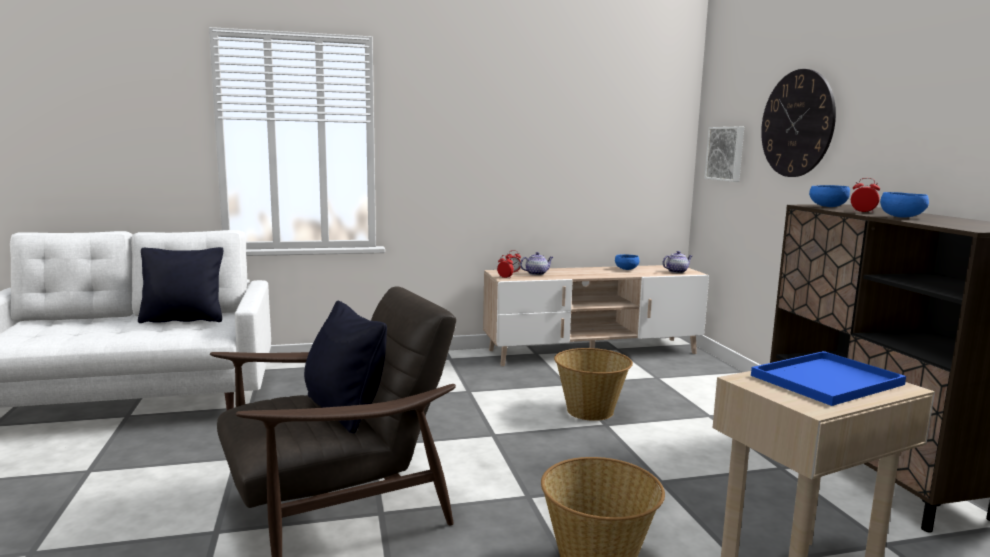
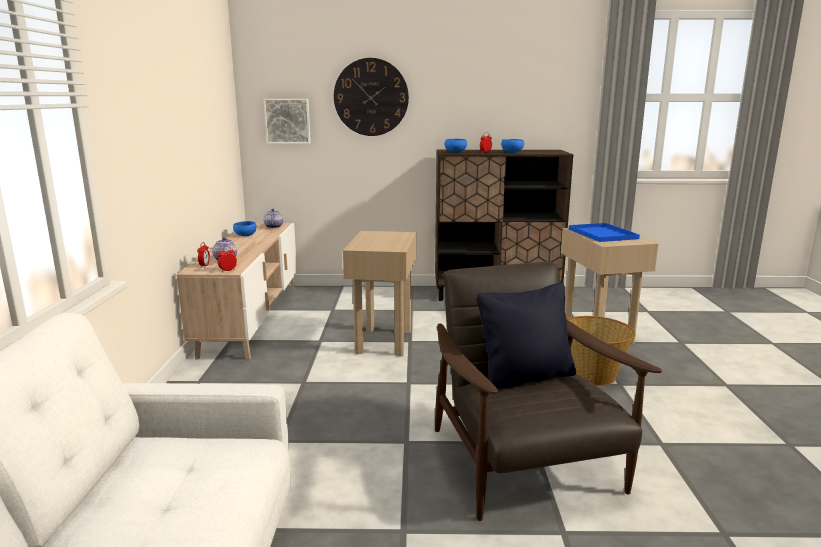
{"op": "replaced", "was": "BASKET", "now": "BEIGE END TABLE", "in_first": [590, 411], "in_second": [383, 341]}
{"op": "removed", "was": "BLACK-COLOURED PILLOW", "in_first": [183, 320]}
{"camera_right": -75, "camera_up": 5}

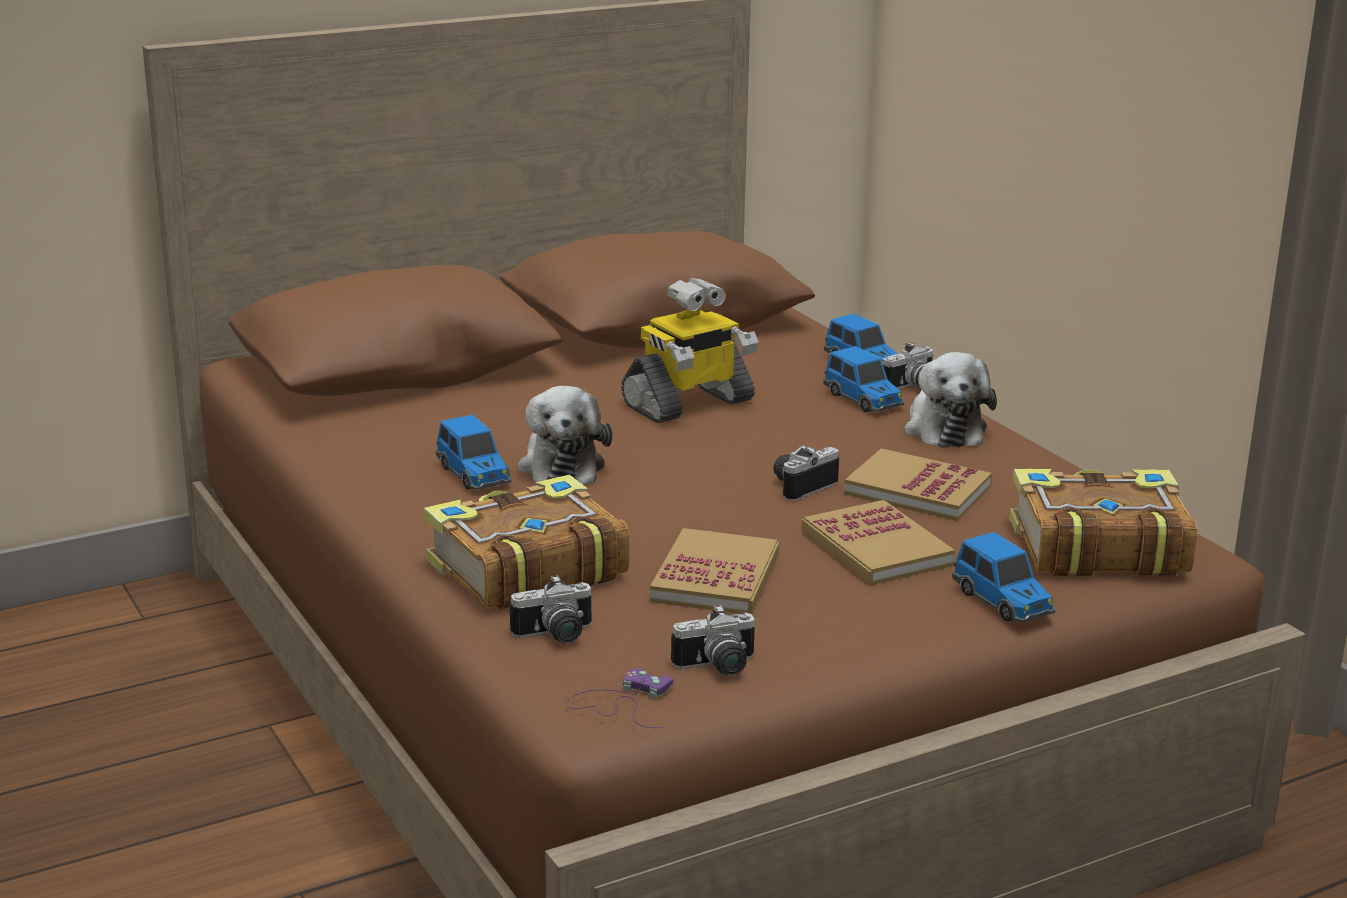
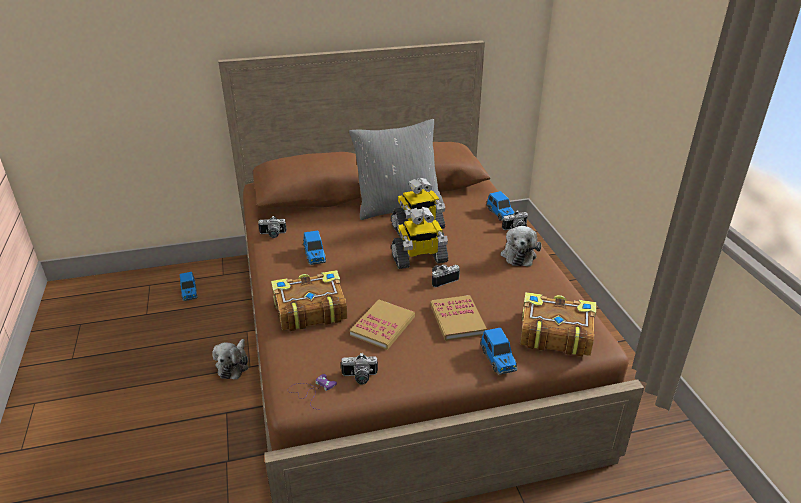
{"op": "moved", "was": "MINIATURE CAR", "in_first": [864, 400], "in_second": [189, 292]}
{"op": "moved", "was": "PLUSH TOY", "in_first": [561, 465], "in_second": [233, 365]}
{"op": "moved", "was": "STILL CAMERA", "in_first": [556, 636], "in_second": [272, 235]}
{"op": "added", "now": "GRAY PILLOW", "in_second": [398, 206]}
{"op": "added", "now": "ROBOT FIGURE", "in_second": [419, 259]}
{"op": "removed", "was": "VOLUME", "in_first": [917, 490]}
{"camera_right": 15, "camera_up": 10}

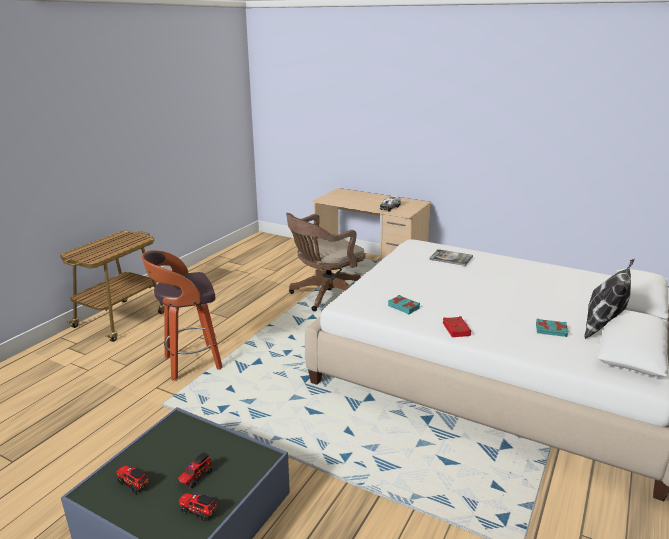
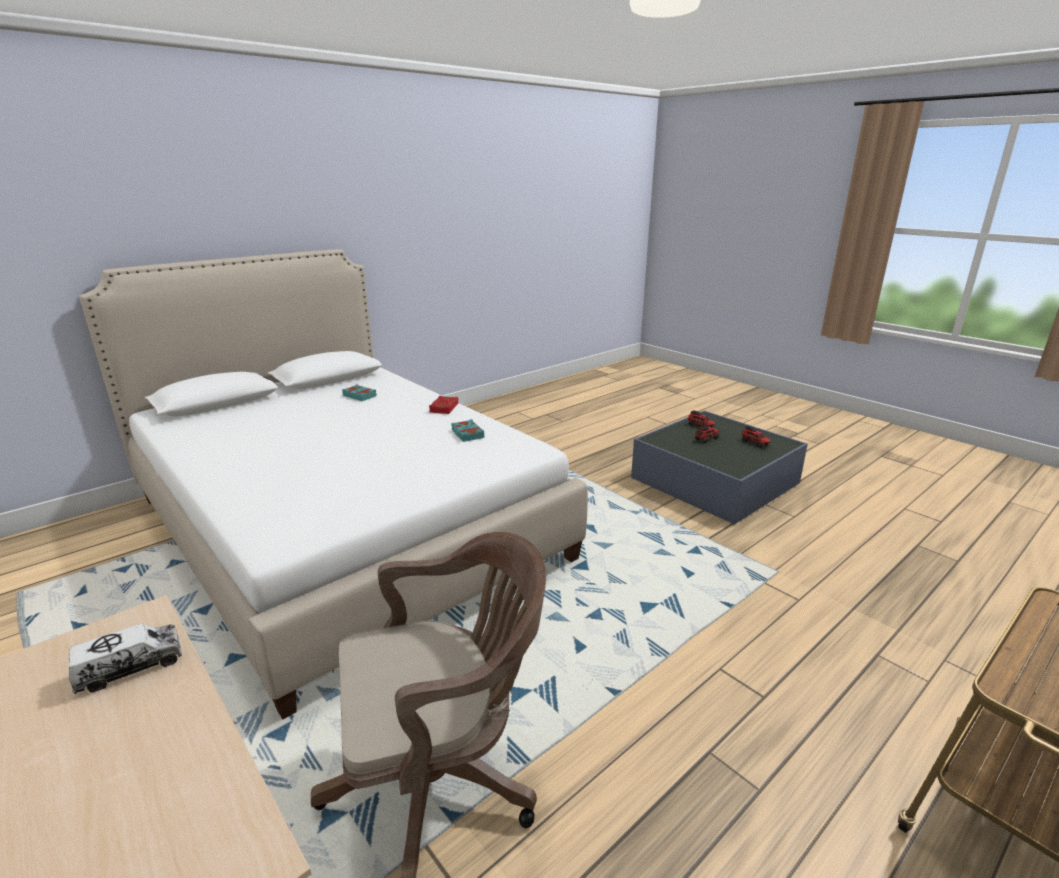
{"op": "removed", "was": "SITTING STOOL", "in_first": [191, 363]}
{"op": "removed", "was": "VOLUME", "in_first": [451, 258]}
{"op": "removed", "was": "PILLOW", "in_first": [603, 327]}
{"camera_right": -160, "camera_up": 0}

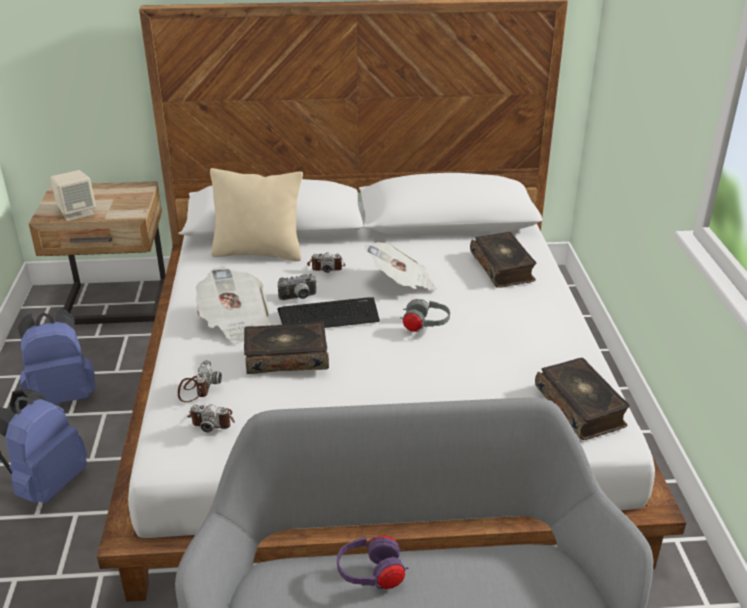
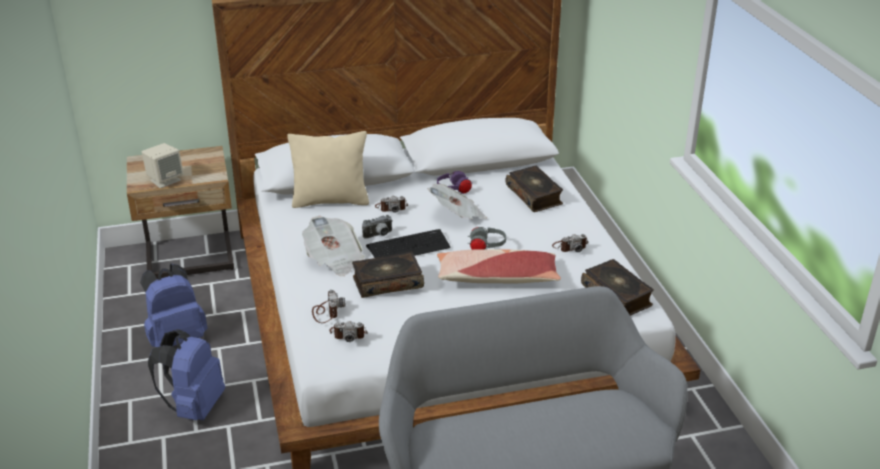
{"op": "moved", "was": "PURPLE-COLOURED HEADPHONES", "in_first": [371, 575], "in_second": [454, 190]}
{"op": "added", "now": "PILLOW", "in_second": [496, 278]}
{"op": "added", "now": "STILL CAMERA", "in_second": [570, 246]}
{"camera_right": -10, "camera_up": 0}

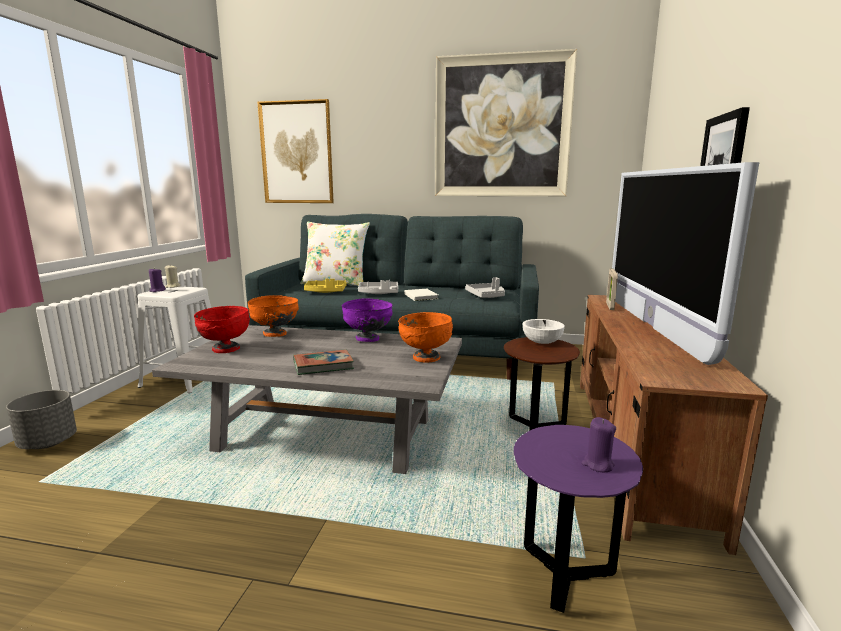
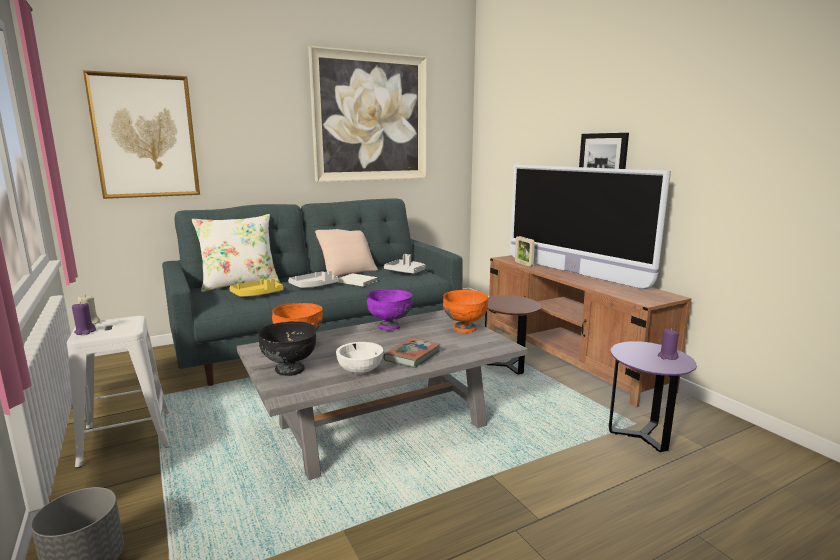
{"op": "recoloured", "was": "RED-COLOURED SERVING BOWL", "now": "BLACK-COLOURED SERVING BOWL", "in_first": [225, 349], "in_second": [289, 370]}
{"op": "added", "now": "BEIGE PILLOW", "in_second": [347, 271]}
{"op": "moved", "was": "WHITE-COLOURED SERVING BOWL", "in_first": [542, 342], "in_second": [360, 370]}
{"camera_right": -40, "camera_up": 0}

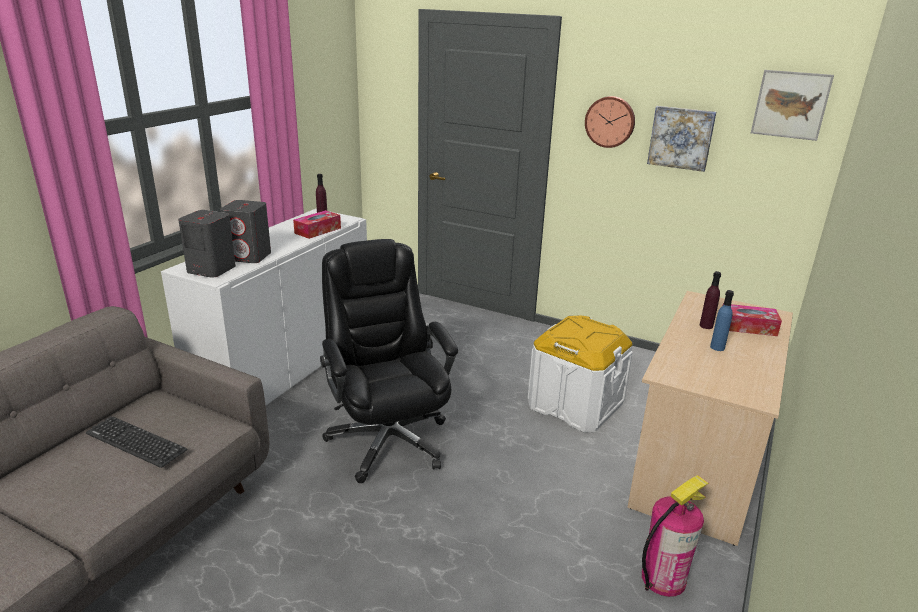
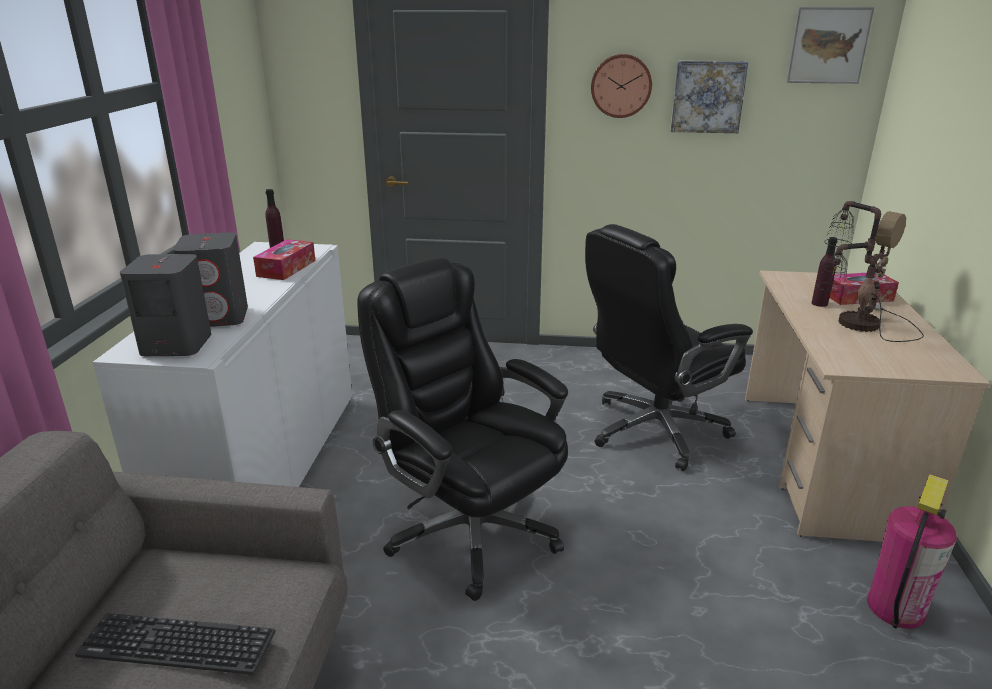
{"op": "replaced", "was": "WHITE-COLOURED STORAGE CONTAINER", "now": "BLACK-COLOURED COMPUTER CHAIR", "in_first": [575, 405], "in_second": [654, 430]}
{"op": "replaced", "was": "BLUE DRINK BOTTLE", "now": "TABLETOP LAMP", "in_first": [717, 347], "in_second": [855, 324]}
{"camera_right": -20, "camera_up": 0}

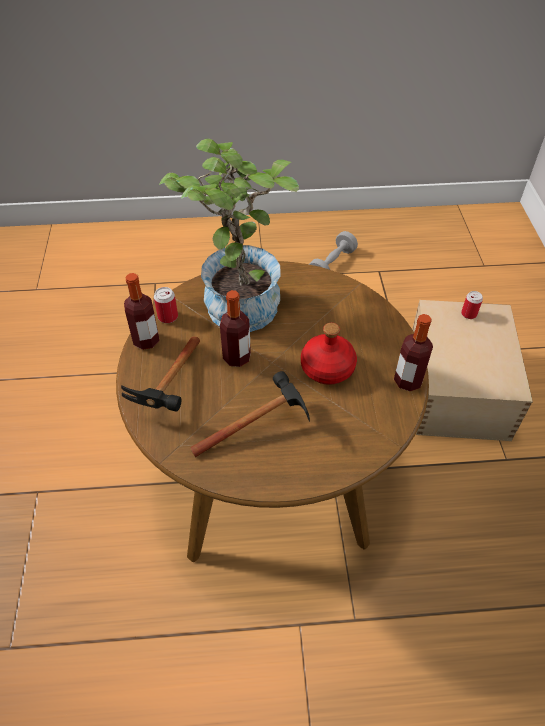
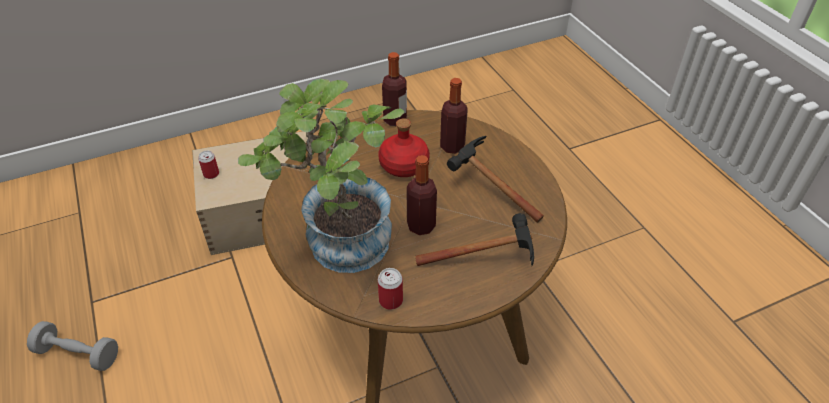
{"op": "moved", "was": "DRINK BOTTLE", "in_first": [146, 340], "in_second": [452, 146]}
{"camera_right": -110, "camera_up": -5}

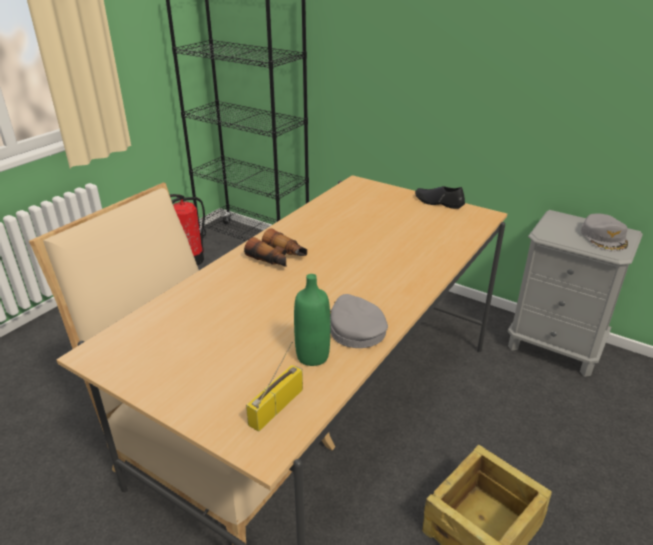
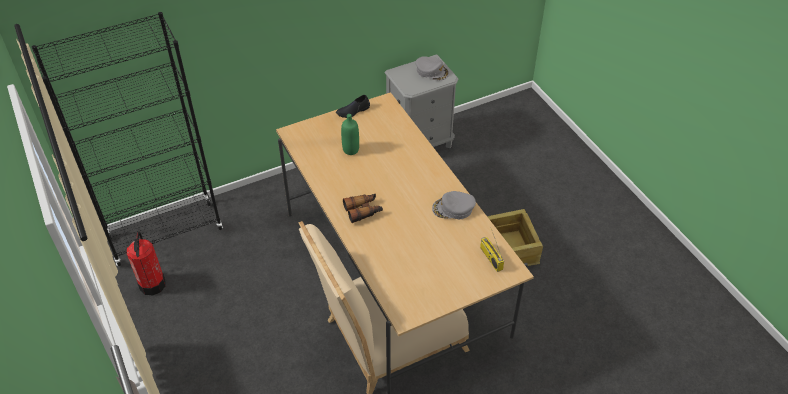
{"op": "moved", "was": "GREENISH DRINK BOTTLE", "in_first": [312, 356], "in_second": [351, 150]}
{"camera_right": -60, "camera_up": 15}

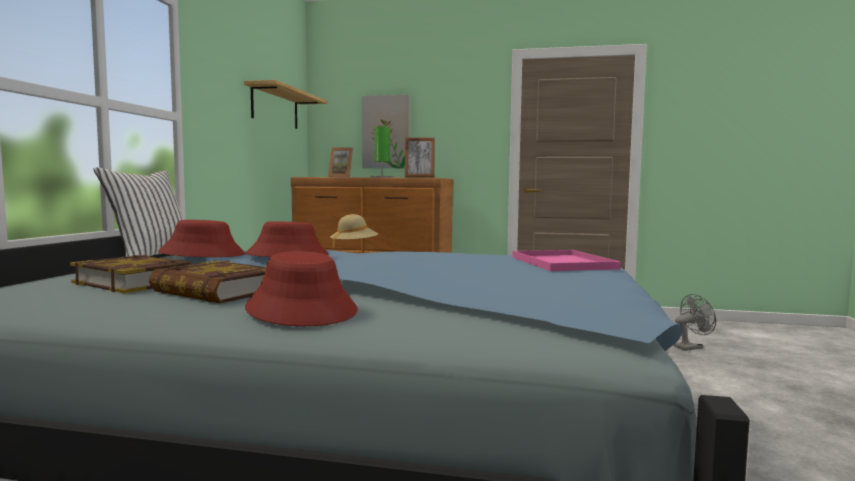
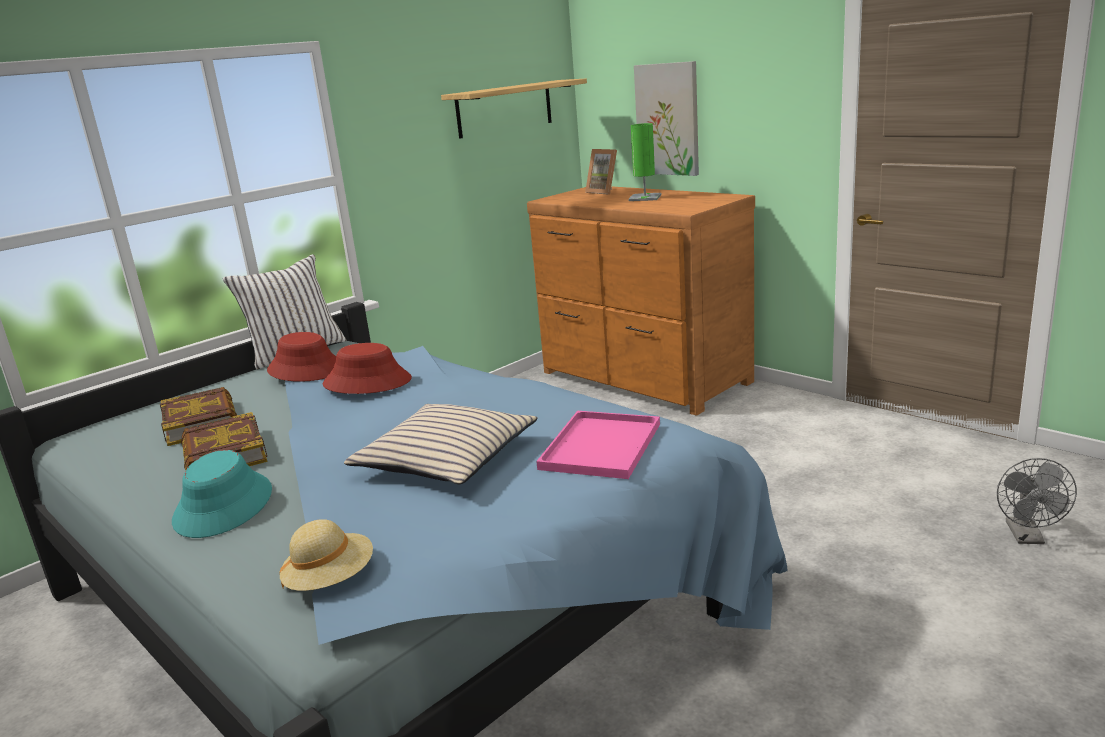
{"op": "recoloured", "was": "RED-COLOURED WEARABLE HAT", "now": "TURQUOISE WEARABLE HAT", "in_first": [302, 310], "in_second": [224, 506]}
{"op": "moved", "was": "BEIGE WEARABLE HAT", "in_first": [354, 247], "in_second": [331, 580]}
{"op": "added", "now": "BEIGE PILLOW", "in_second": [445, 459]}
{"op": "turned", "was": "GRAY COOLING FAN", "in_first": [691, 347], "in_second": [1027, 537], "clockwise": 90}
{"op": "removed", "was": "PHOTO FRAME", "in_first": [419, 177]}
{"camera_right": 35, "camera_up": 15}

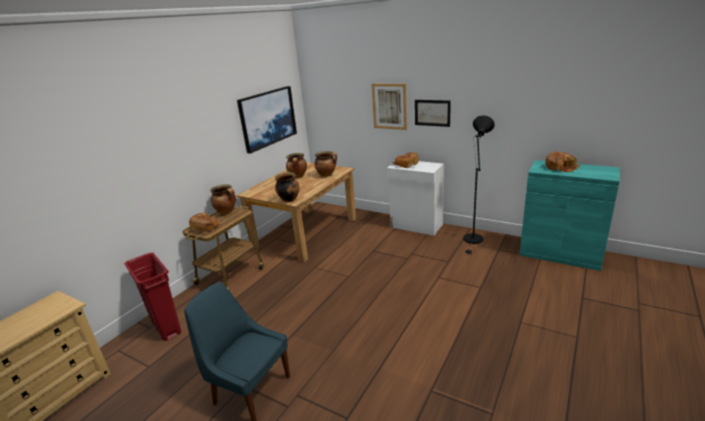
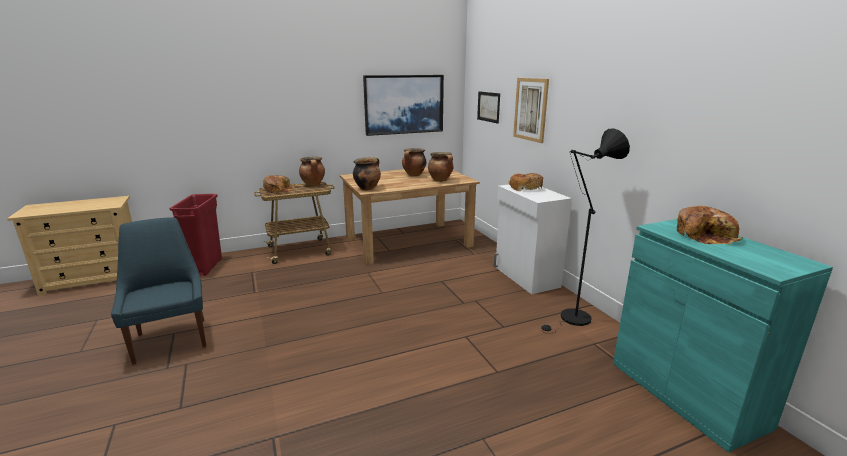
{"op": "moved", "was": "WALL PICTURE", "in_first": [432, 113], "in_second": [488, 107]}
{"camera_right": 35, "camera_up": -5}

